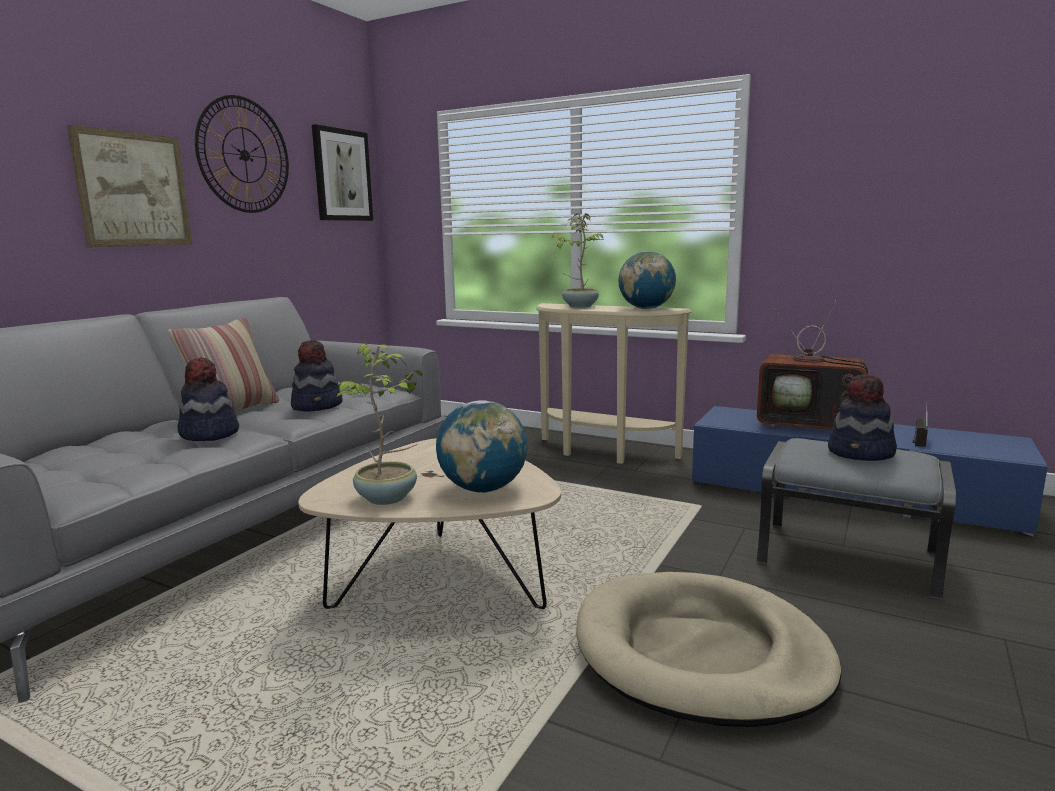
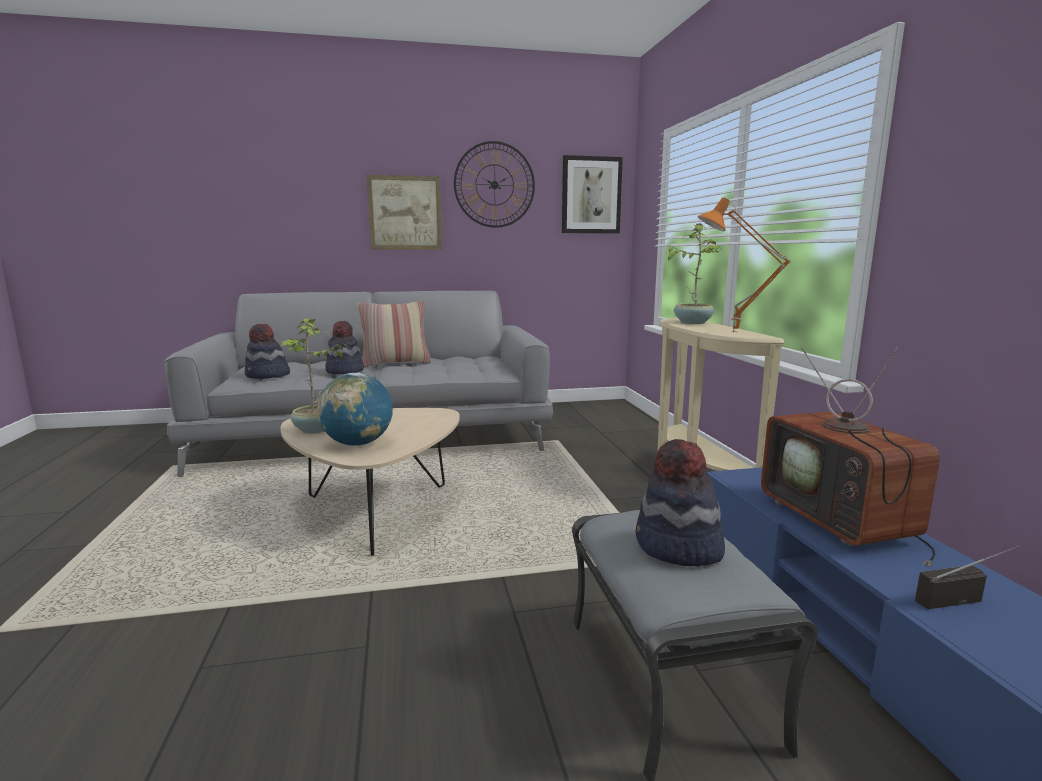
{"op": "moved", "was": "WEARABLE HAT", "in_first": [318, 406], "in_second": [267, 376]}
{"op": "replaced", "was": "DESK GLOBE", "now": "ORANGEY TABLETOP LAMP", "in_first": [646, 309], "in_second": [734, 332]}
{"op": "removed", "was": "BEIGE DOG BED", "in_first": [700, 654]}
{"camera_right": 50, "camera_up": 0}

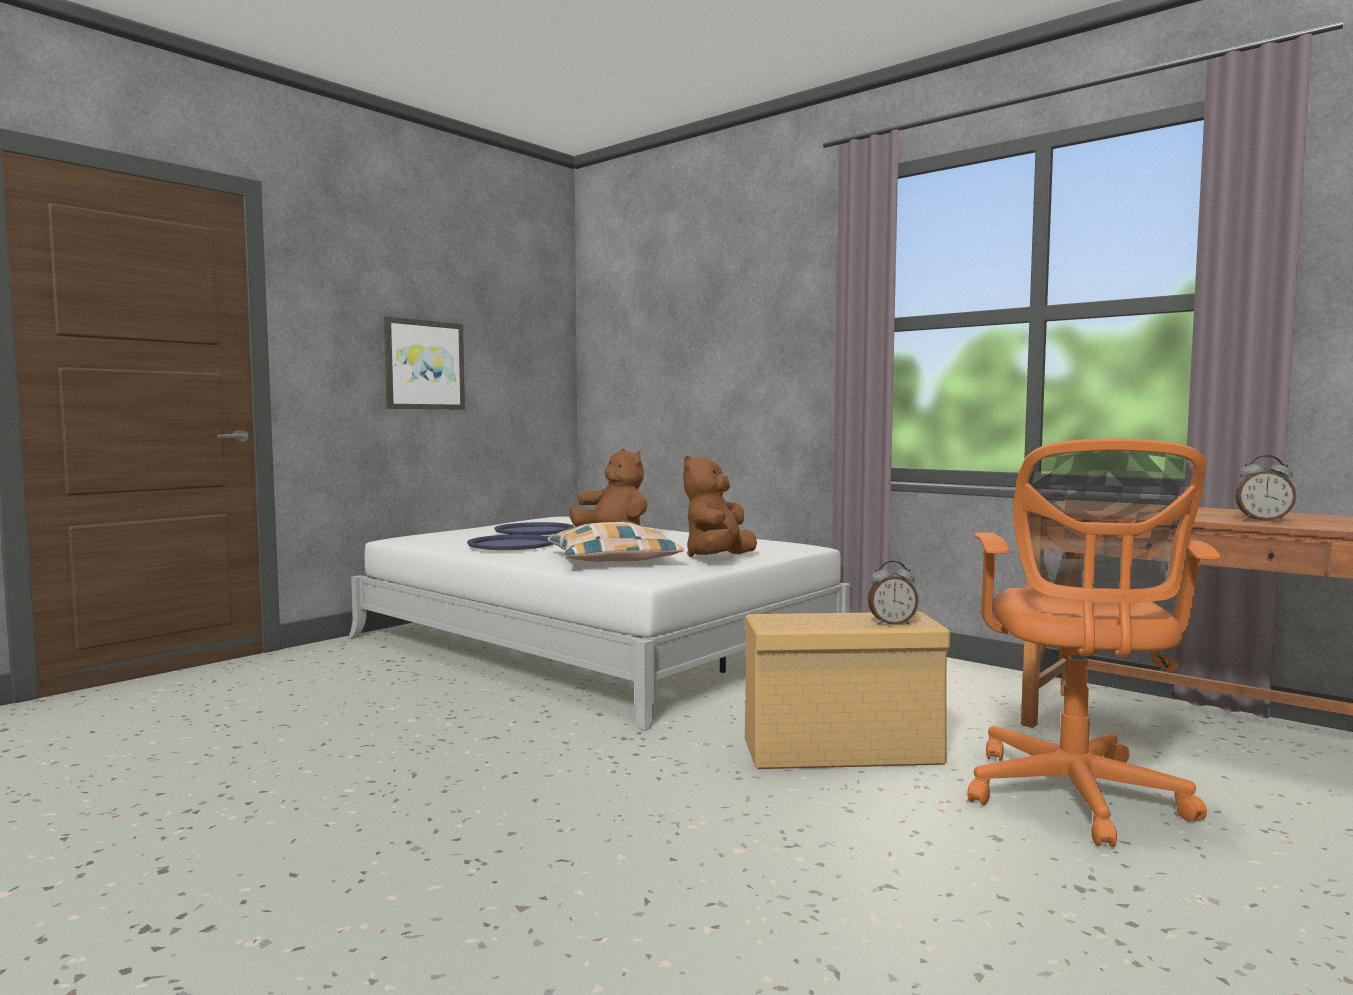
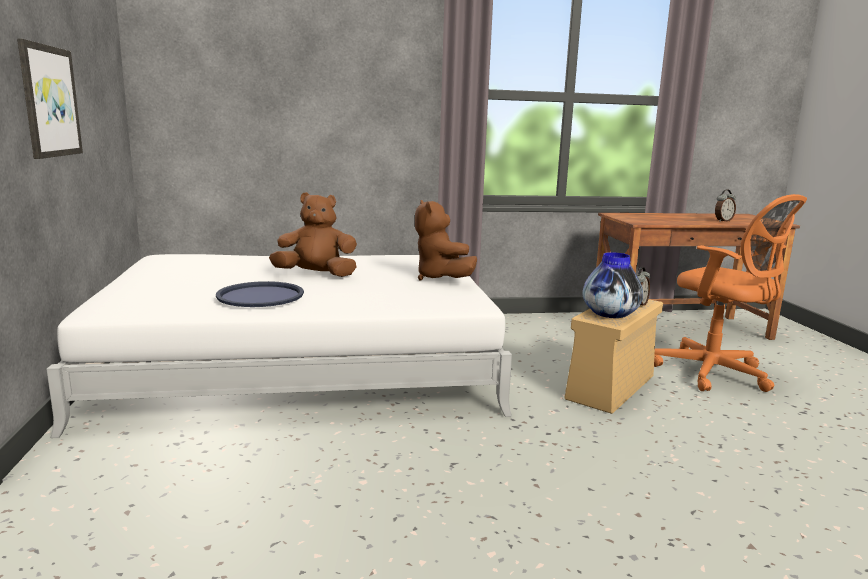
{"op": "added", "now": "FLOWER VASE", "in_second": [610, 315]}
{"op": "removed", "was": "BLUE SERVING TRAY", "in_first": [534, 530]}
{"op": "removed", "was": "PILLOW", "in_first": [613, 560]}
{"camera_right": -50, "camera_up": 10}

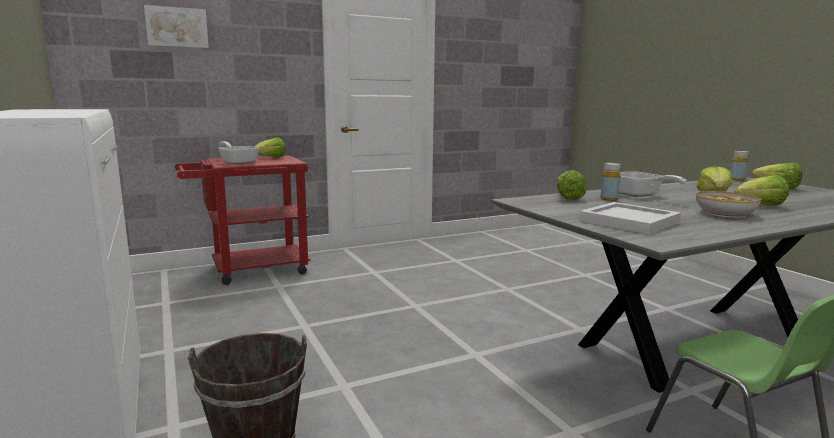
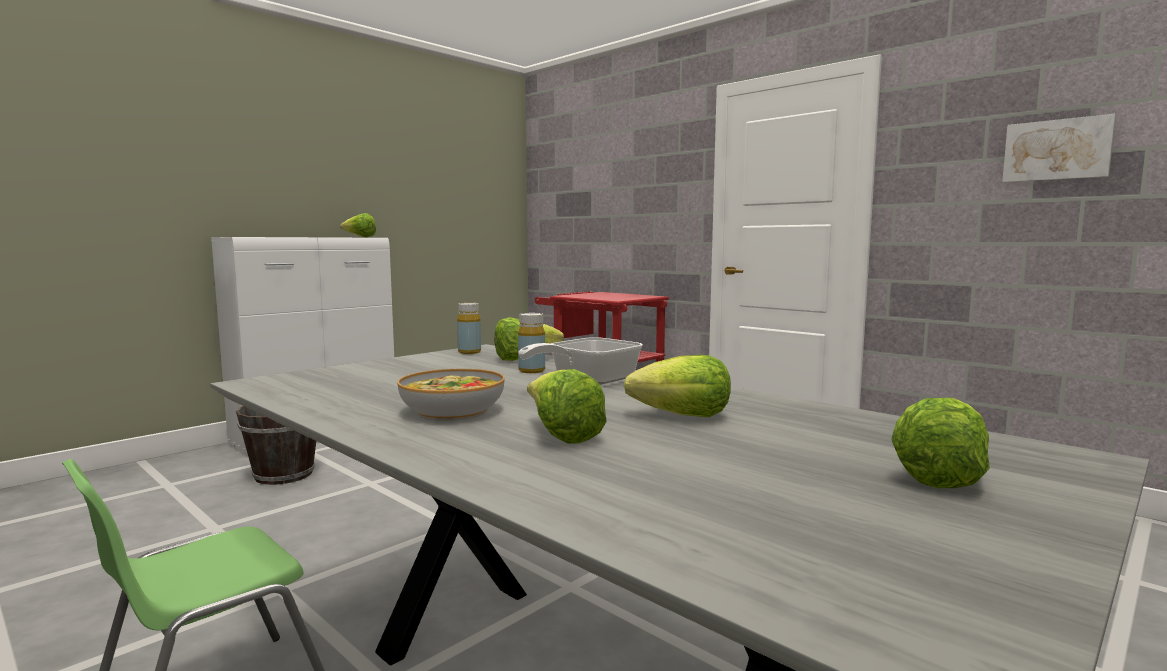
{"op": "moved", "was": "HEAD OF LETTUCE", "in_first": [271, 158], "in_second": [359, 237]}
{"op": "moved", "was": "YELLOWISH DRINK BOTTLE", "in_first": [737, 179], "in_second": [469, 352]}
{"op": "moved", "was": "WALL PICTURE", "in_first": [177, 27], "in_second": [1057, 150]}
{"op": "removed", "was": "PAN", "in_first": [238, 162]}
{"op": "removed", "was": "WHITE-COLOURED SERVING TRAY", "in_first": [631, 221]}
{"camera_right": 70, "camera_up": -5}

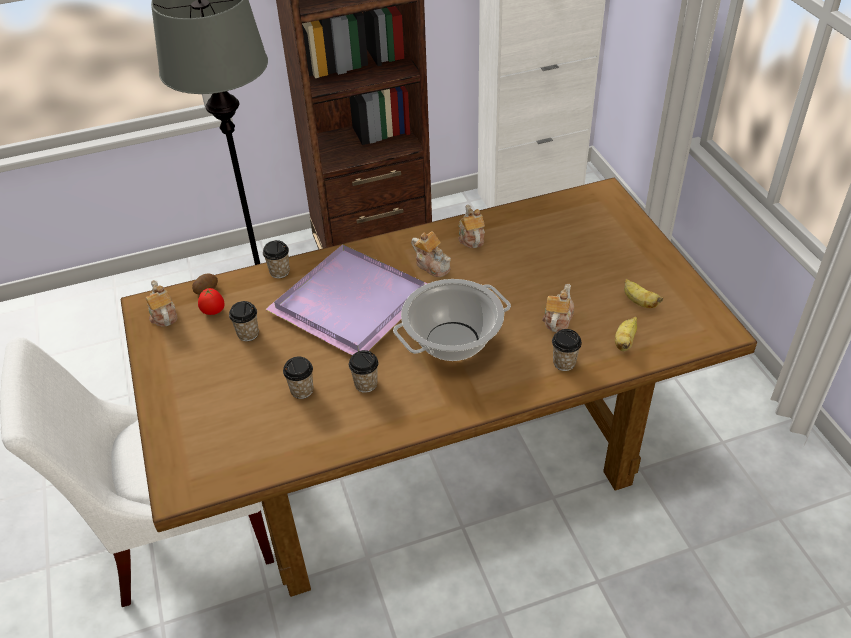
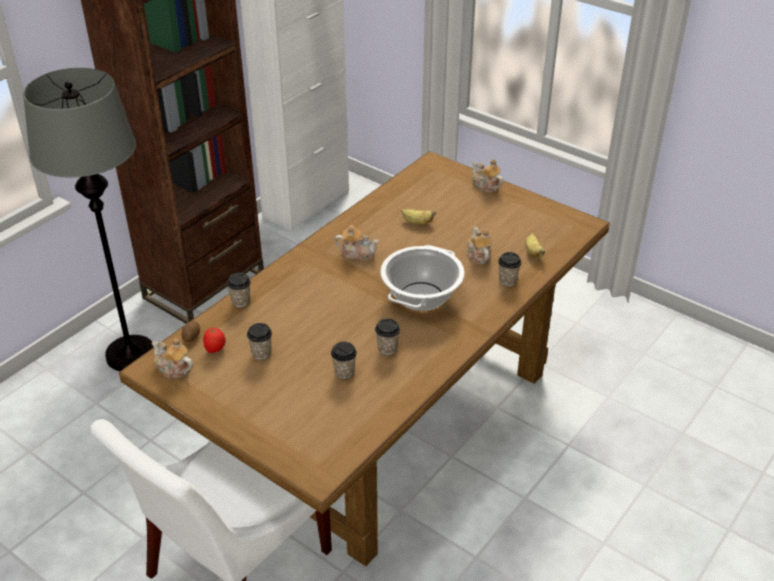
{"op": "moved", "was": "WHOLE BANANA", "in_first": [639, 302], "in_second": [417, 222]}
{"op": "moved", "was": "TEAPOT", "in_first": [471, 238], "in_second": [485, 186]}
{"op": "removed", "was": "PURPLE-COLOURED SERVING TRAY", "in_first": [347, 302]}
{"camera_right": -35, "camera_up": -5}

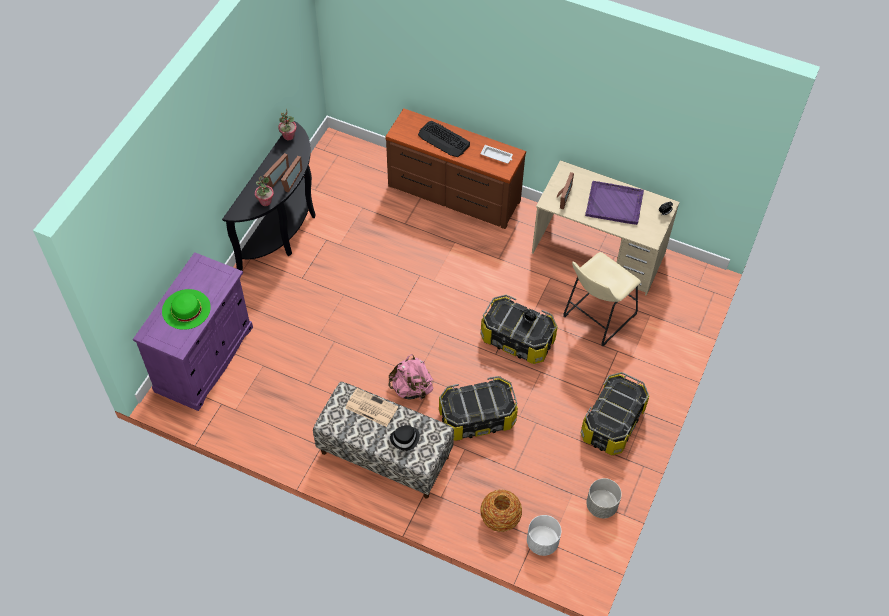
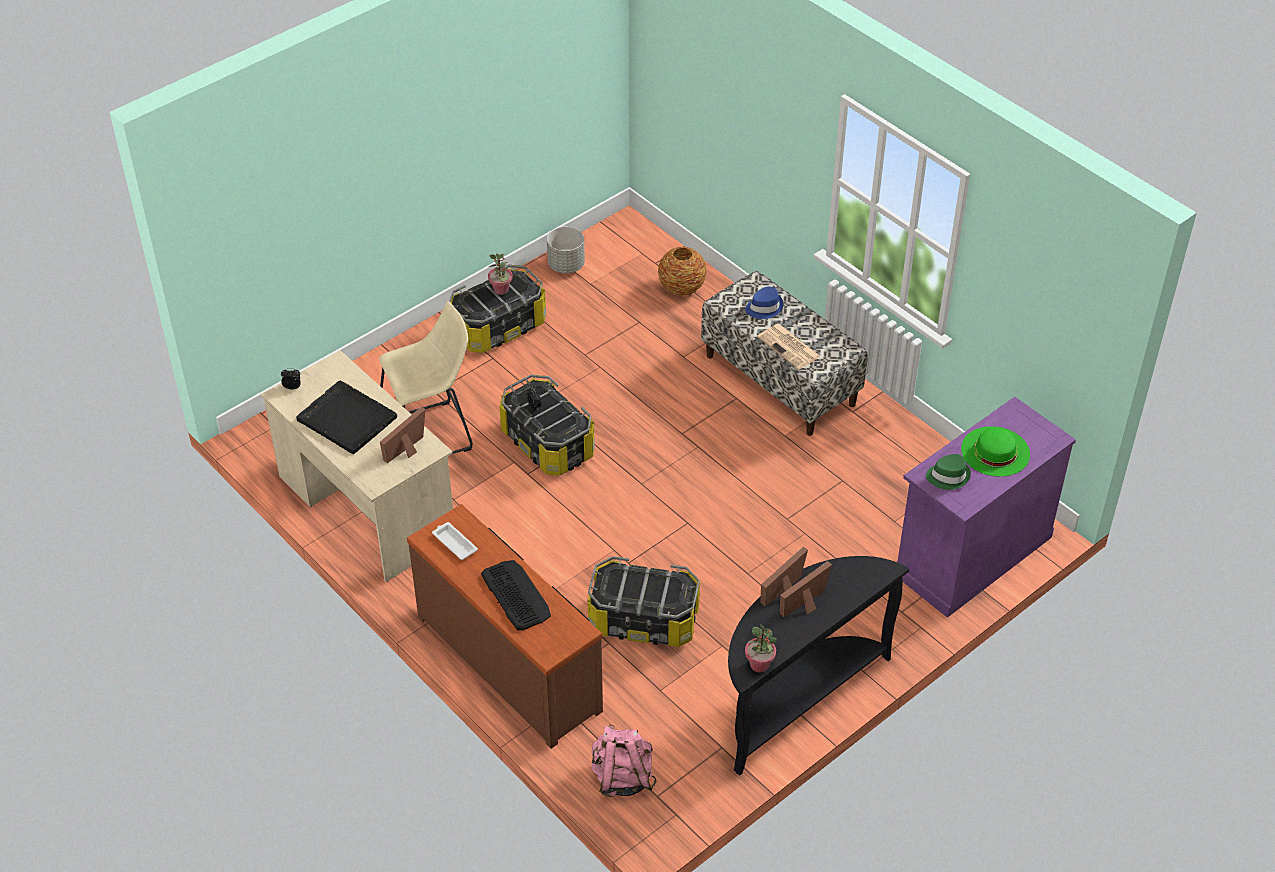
{"op": "recoloured", "was": "PURPLE-COLOURED SERVING TRAY", "now": "BLACK-COLOURED SERVING TRAY", "in_first": [615, 204], "in_second": [346, 418]}
{"op": "moved", "was": "HOUSEPLANT", "in_first": [265, 201], "in_second": [501, 289]}
{"op": "moved", "was": "STORAGE CONTAINER", "in_first": [477, 417], "in_second": [643, 620]}
{"op": "moved", "was": "PINK BACKPACK", "in_first": [412, 389], "in_second": [622, 777]}
{"op": "recoloured", "was": "BLACK-COLOURED WEARABLE HAT", "now": "BLUE WEARABLE HAT", "in_first": [405, 439], "in_second": [764, 307]}
{"op": "added", "now": "GREENISH WEARABLE HAT", "in_second": [948, 476]}
{"op": "removed", "was": "WHITE-COLOURED PLANTER", "in_first": [542, 542]}
{"camera_right": -155, "camera_up": -10}

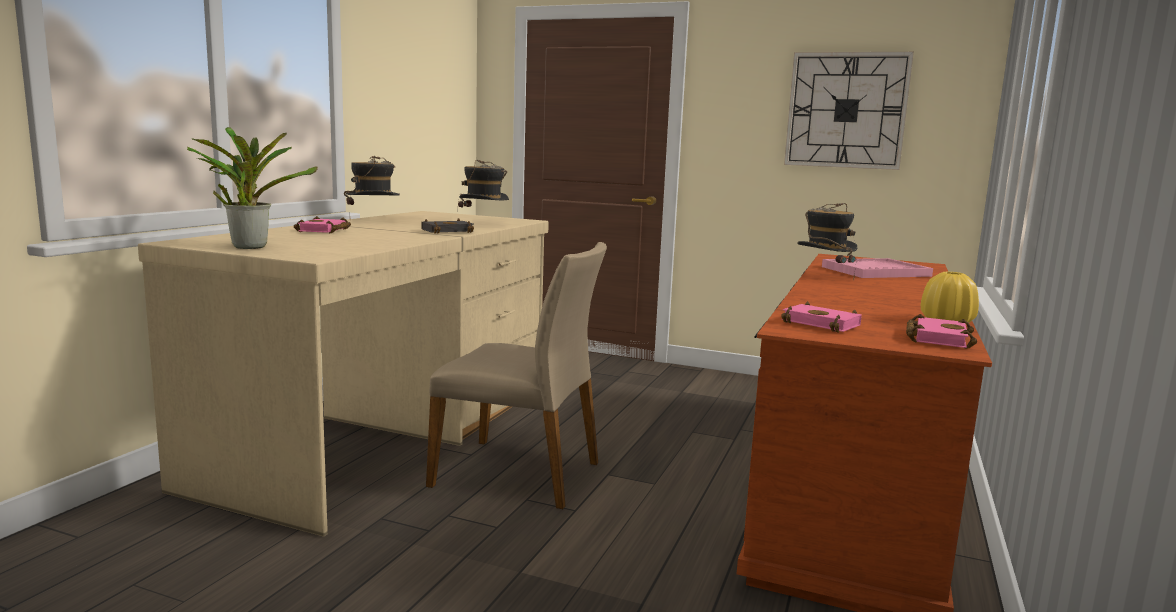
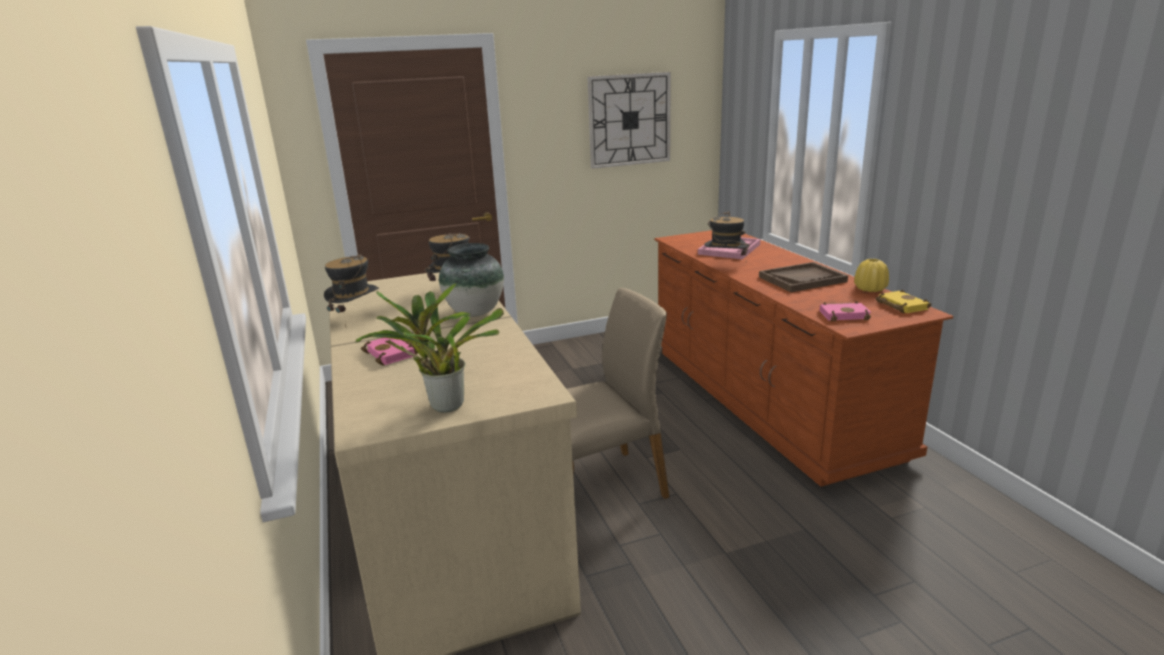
{"op": "replaced", "was": "BLACK-COLOURED VOLUME", "now": "FLOWER VASE", "in_first": [448, 231], "in_second": [475, 312]}
{"op": "added", "now": "BROWN SERVING TRAY", "in_second": [802, 279]}
{"op": "recoloured", "was": "PINK VOLUME", "now": "YELLOWISH VOLUME", "in_first": [936, 338], "in_second": [900, 305]}
{"camera_right": -40, "camera_up": 10}

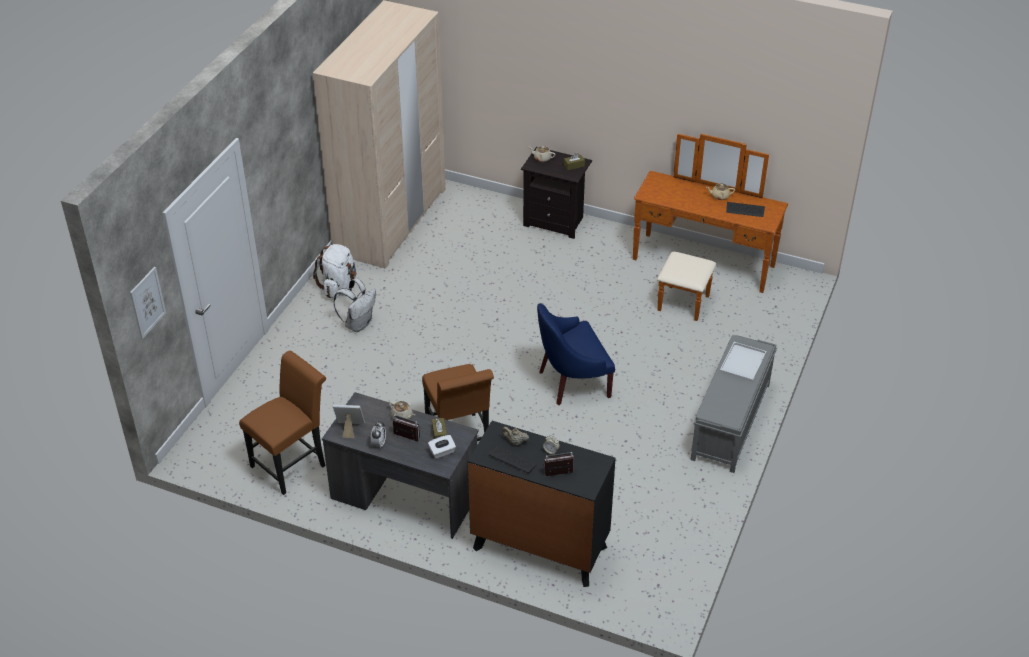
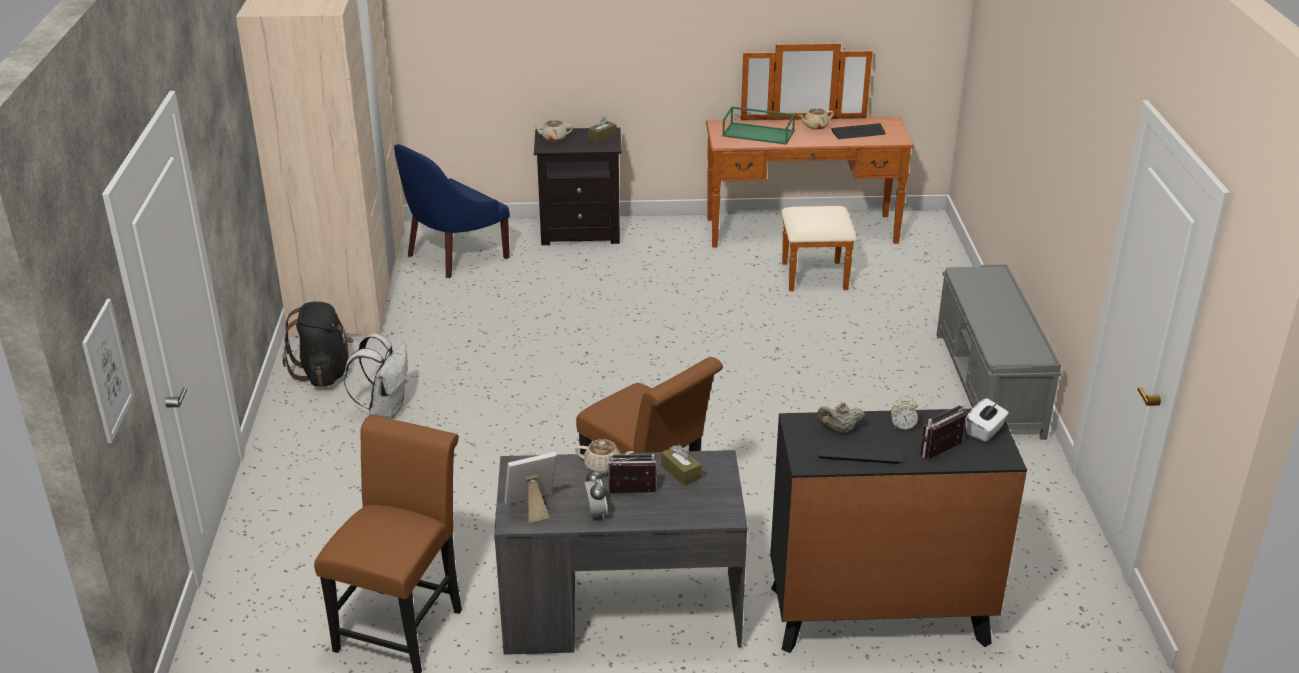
{"op": "recoloured", "was": "WHITE-COLOURED BACKPACK", "now": "BLACK-COLOURED BACKPACK", "in_first": [339, 287], "in_second": [324, 373]}
{"op": "moved", "was": "BLUE EASY CHAIR", "in_first": [571, 382], "in_second": [453, 255]}
{"op": "added", "now": "GREENISH SERVING TRAY", "in_second": [759, 133]}
{"op": "moved", "was": "WHITE-COLOURED TISSUE BOX", "in_first": [442, 452], "in_second": [985, 431]}
{"op": "removed", "was": "WHITE-COLOURED SERVING TRAY", "in_first": [743, 363]}
{"camera_right": -25, "camera_up": -10}

